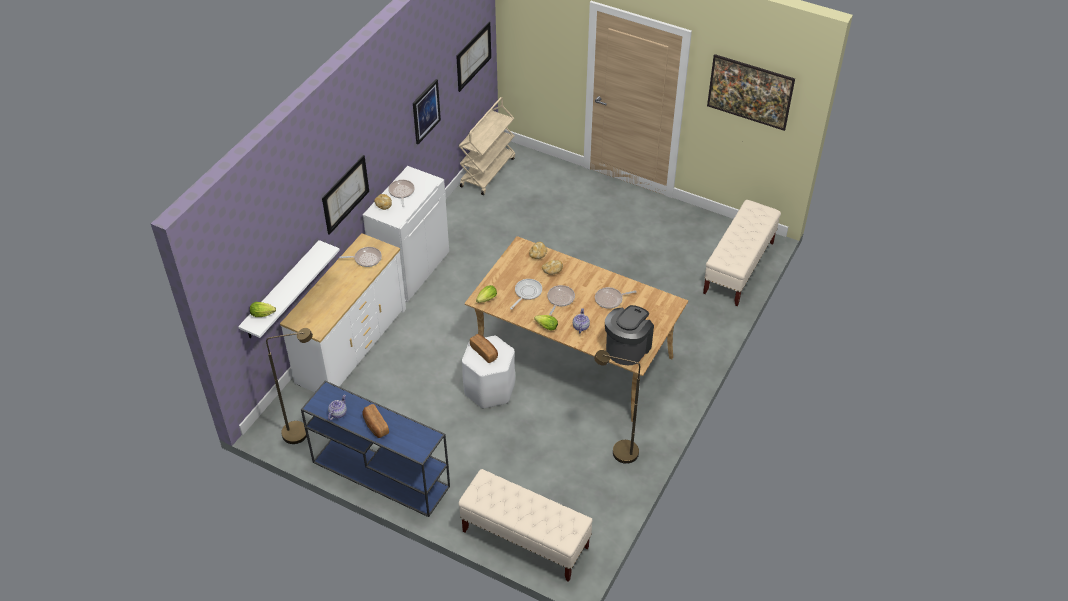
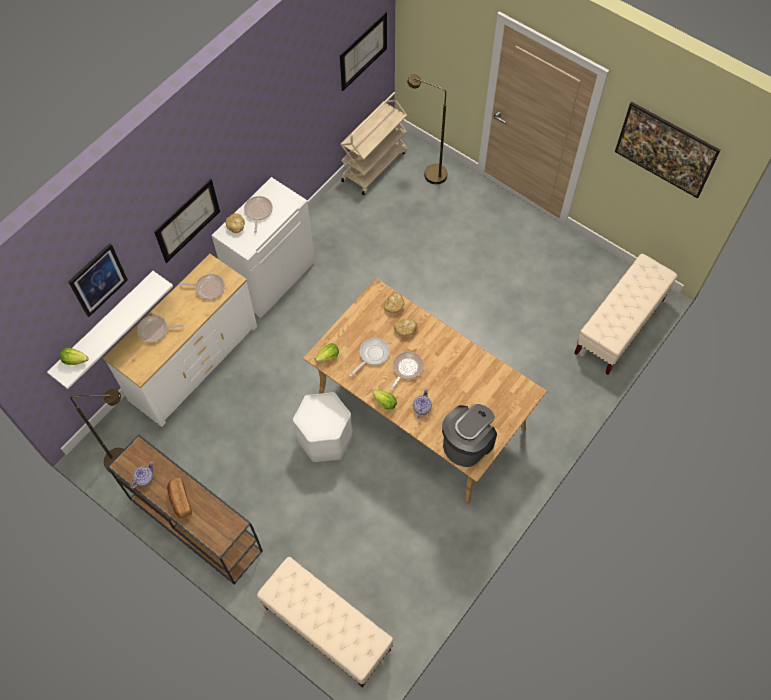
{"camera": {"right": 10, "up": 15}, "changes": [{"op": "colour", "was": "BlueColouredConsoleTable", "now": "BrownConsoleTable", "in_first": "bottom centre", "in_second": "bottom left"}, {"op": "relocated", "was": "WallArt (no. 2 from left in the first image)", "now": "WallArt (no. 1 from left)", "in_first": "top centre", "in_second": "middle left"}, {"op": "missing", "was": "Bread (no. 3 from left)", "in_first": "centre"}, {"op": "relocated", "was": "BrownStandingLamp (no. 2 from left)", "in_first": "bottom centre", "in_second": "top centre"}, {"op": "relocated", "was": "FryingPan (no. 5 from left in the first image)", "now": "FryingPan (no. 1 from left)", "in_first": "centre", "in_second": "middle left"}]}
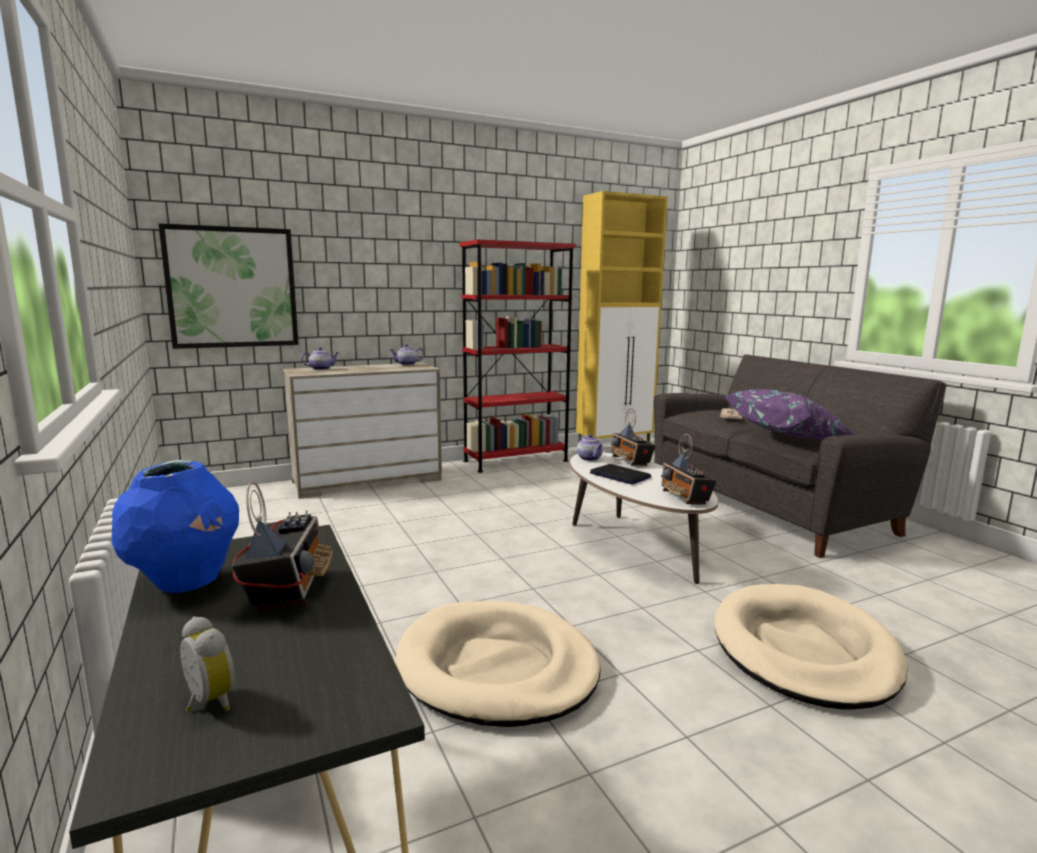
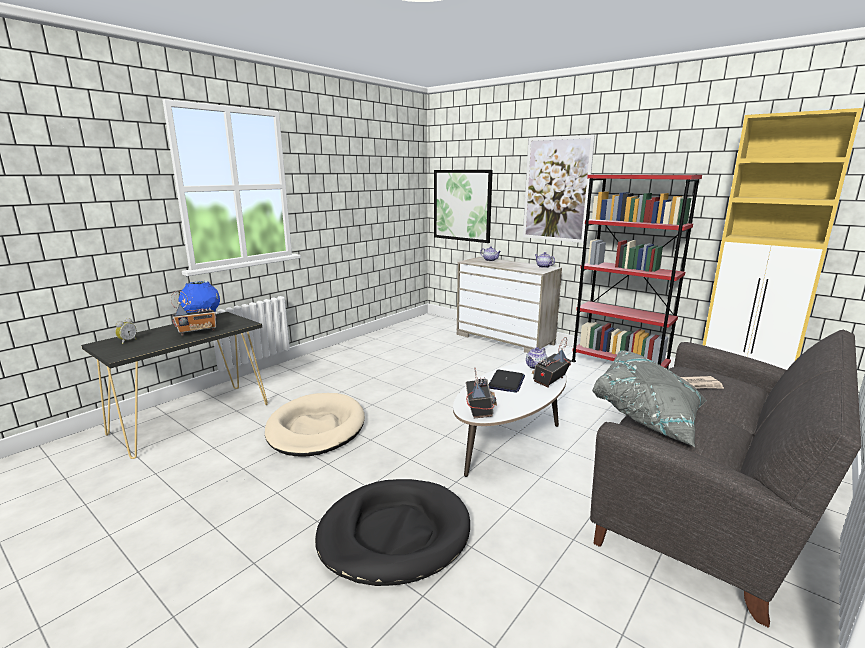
{"camera": {"right": 65, "up": 5}, "changes": [{"op": "spun", "was": "RadioReceiver (no. 3 from left in the first image)", "in_first": "centre", "in_second": "centre", "clockwise": 135}, {"op": "colour", "was": "SandColouredDogCushion (no. 2 from left)", "now": "BlackDogCushion", "in_first": "bottom right", "in_second": "bottom centre"}, {"op": "colour", "was": "PurpleCushion", "now": "GreyCushion", "in_first": "middle right", "in_second": "middle right"}, {"op": "appeared", "now": "WallArt (no. 2 from left)", "in_second": "top centre"}]}
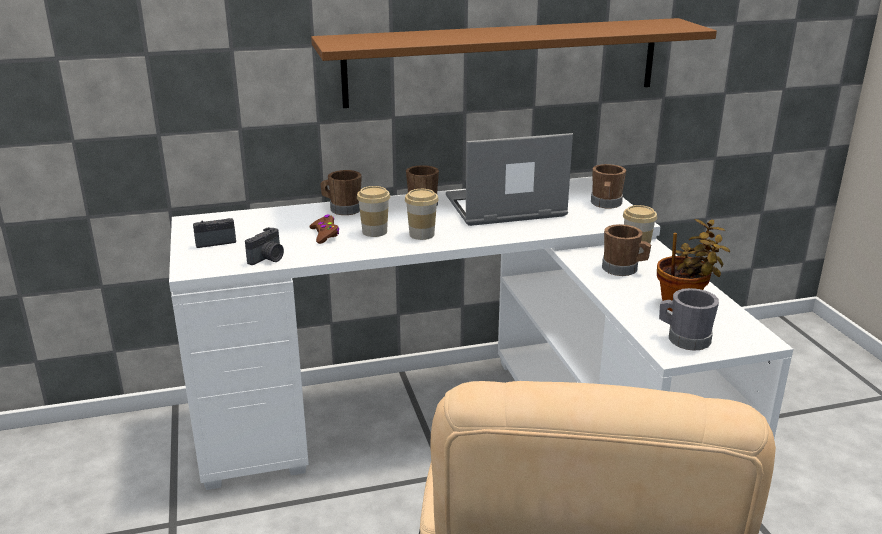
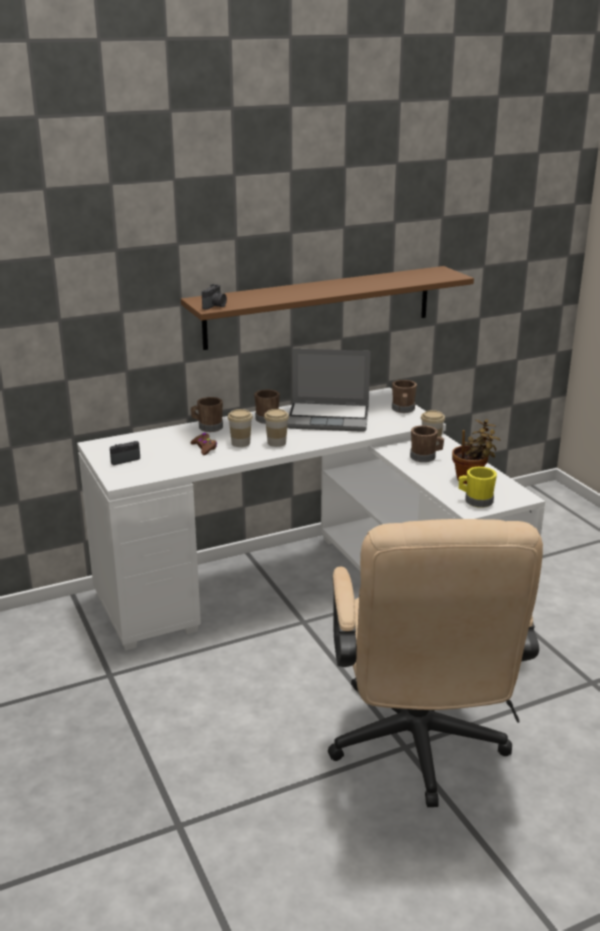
{"camera": {"right": -10, "up": 0}, "changes": [{"op": "relocated", "was": "PhotoCamera (no. 2 from left)", "in_first": "middle left", "in_second": "top centre"}, {"op": "spun", "was": "Laptop", "in_first": "centre", "in_second": "centre", "clockwise": -150}, {"op": "colour", "was": "GreyCoffeeMug", "now": "YellowCoffeeMug", "in_first": "middle right", "in_second": "middle right"}]}
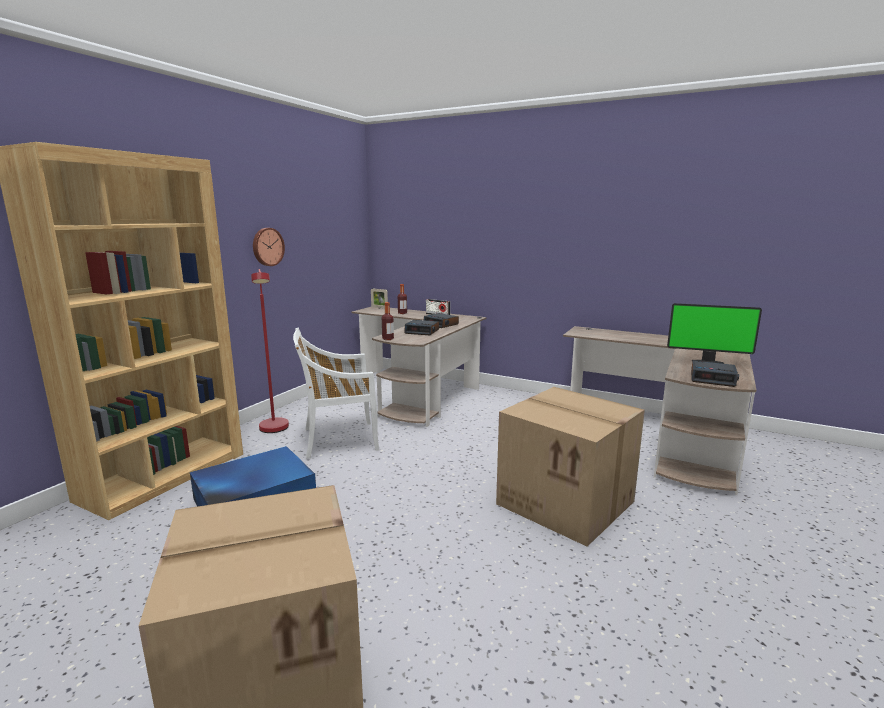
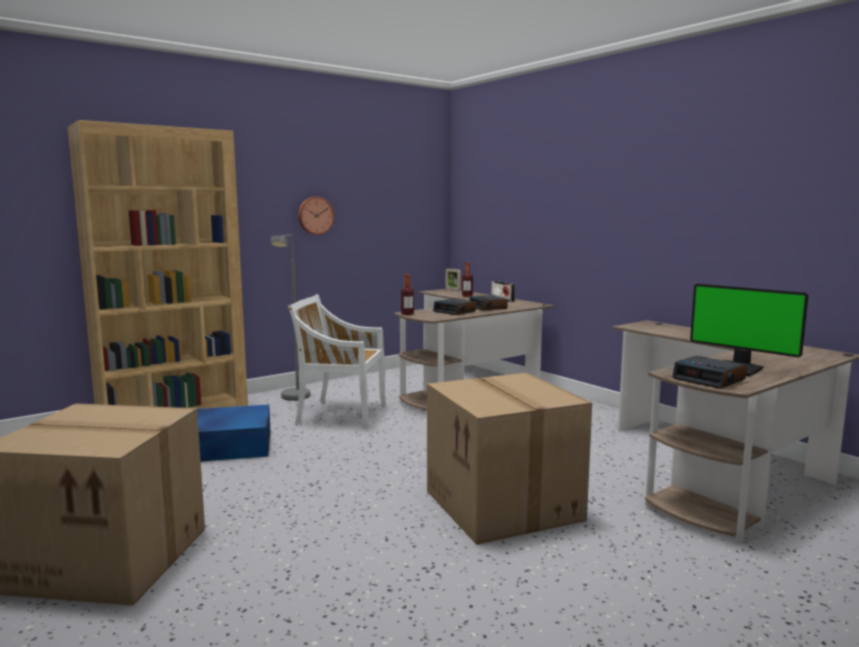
{"camera": {"right": 25, "up": -5}, "changes": [{"op": "colour", "was": "ReddishStandingLamp", "now": "GreyStandingLamp", "in_first": "middle left", "in_second": "centre"}]}
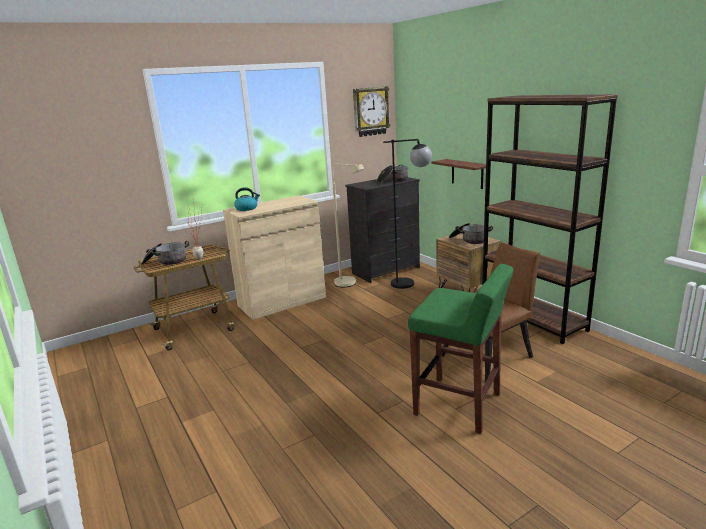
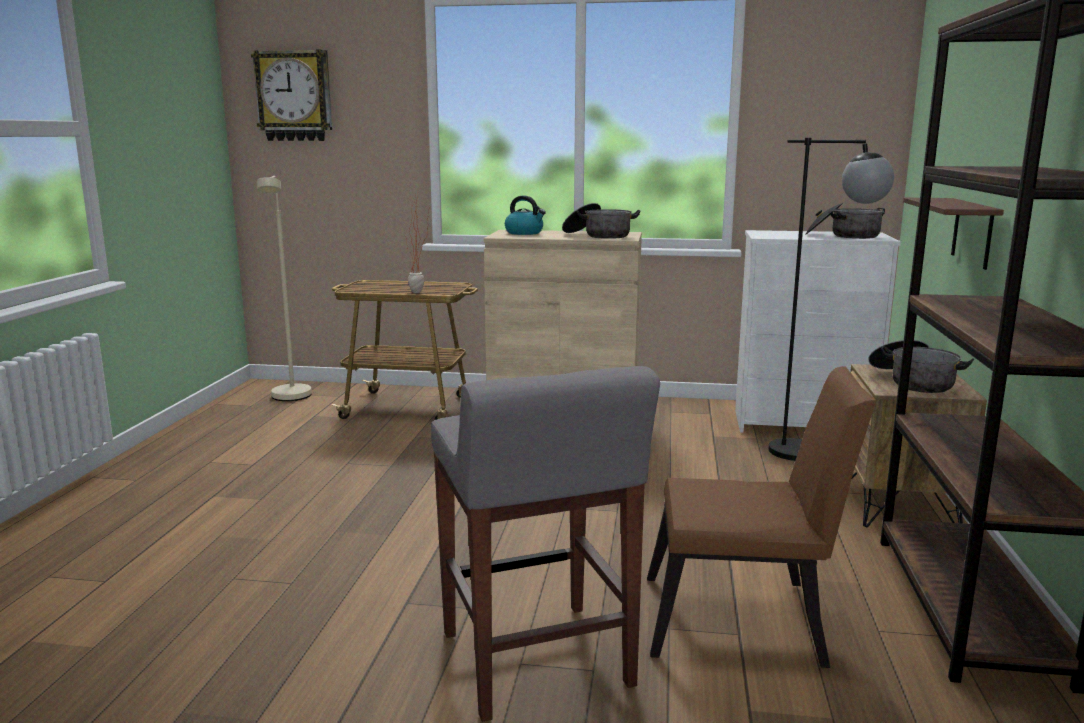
{"camera": {"right": 40, "up": -5}, "changes": [{"op": "relocated", "was": "Saucepot (no. 1 from left)", "in_first": "middle left", "in_second": "top centre"}, {"op": "relocated", "was": "SandColouredStandingLamp", "in_first": "centre", "in_second": "middle left"}, {"op": "colour", "was": "BlackDresser", "now": "WhiteColouredDresser", "in_first": "centre", "in_second": "middle right"}, {"op": "relocated", "was": "WallClock", "in_first": "top centre", "in_second": "top left"}, {"op": "colour", "was": "GreenColouredStoolSeat", "now": "GreyStoolSeat", "in_first": "centre", "in_second": "bottom centre"}]}
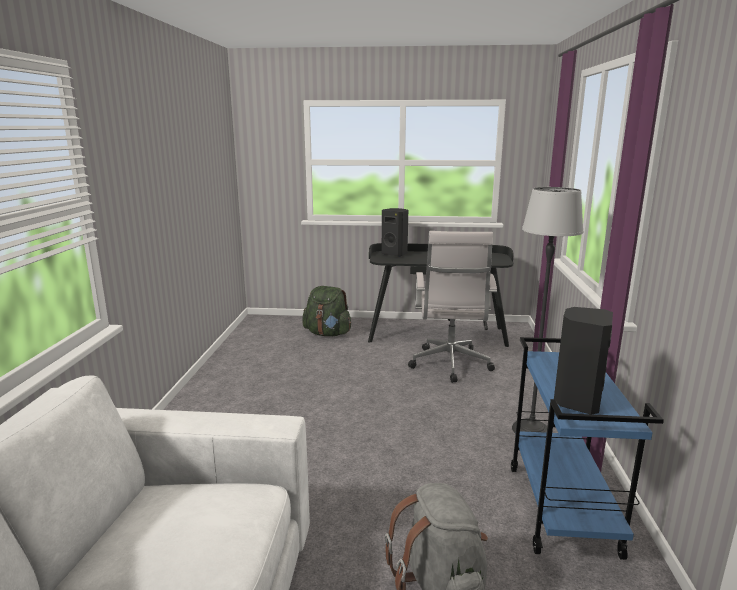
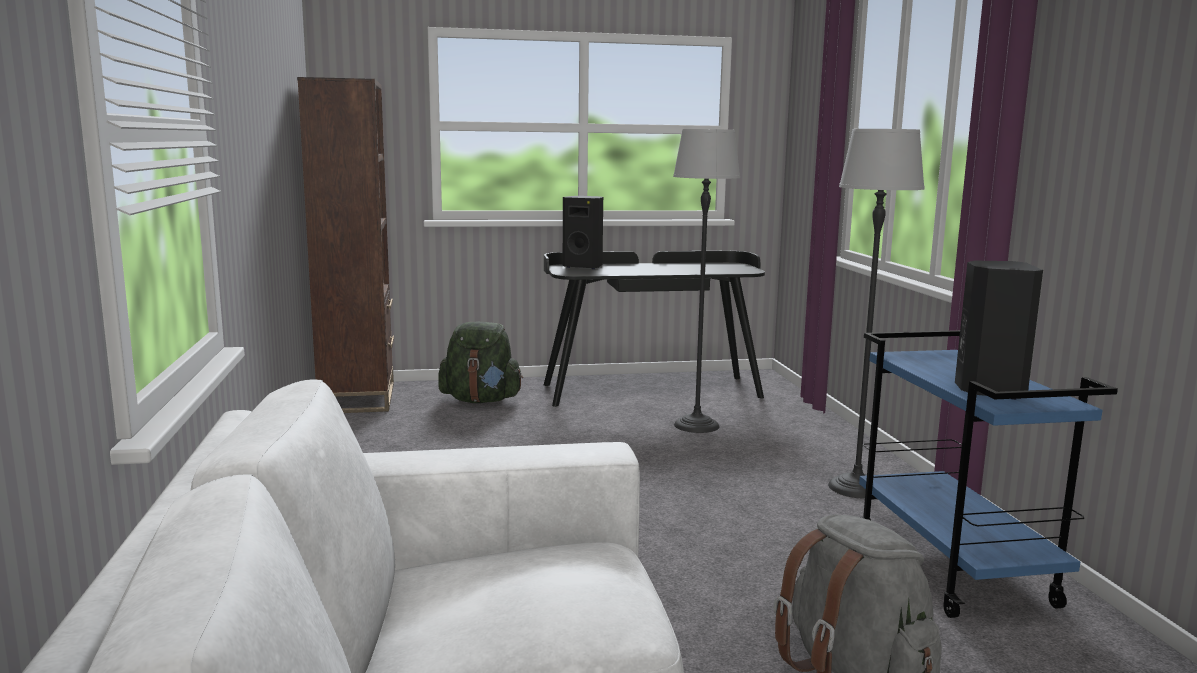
{"camera": {"right": -15, "up": -5}, "changes": [{"op": "exchanged", "was": "WhiteColouredDeskChair", "now": "StandingLamp (no. 1 from left)", "in_first": "centre", "in_second": "centre"}, {"op": "appeared", "now": "BrownShelvingUnit", "in_second": "middle left"}]}
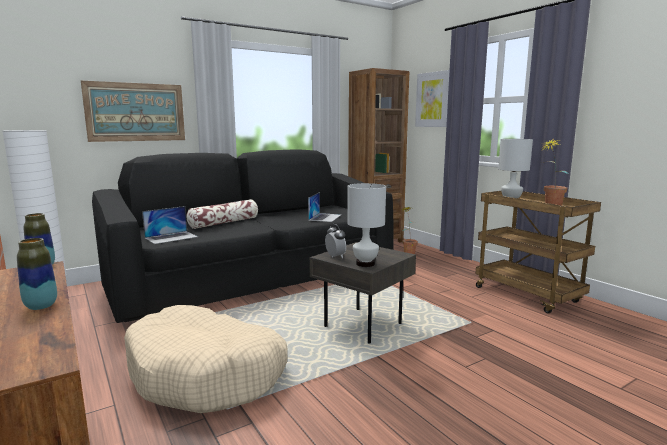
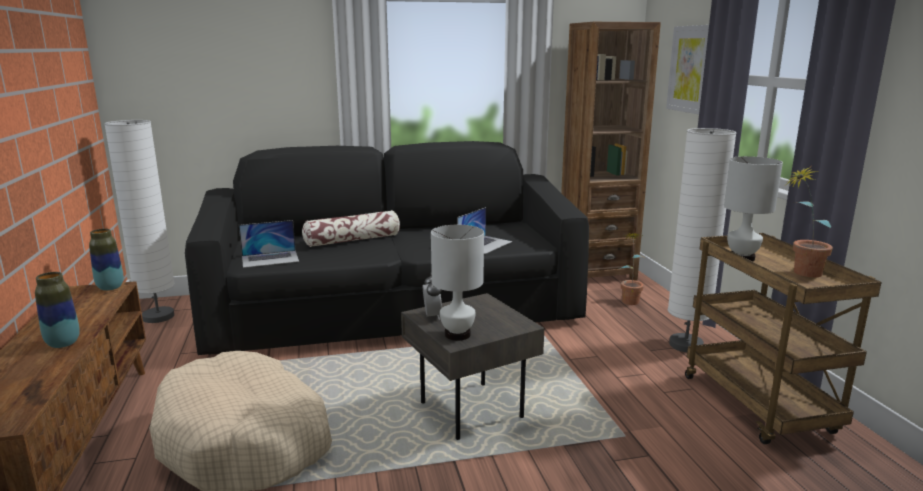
{"camera": {"right": 20, "up": 5}, "changes": [{"op": "missing", "was": "WallArt (no. 1 from left)", "in_first": "top left"}, {"op": "appeared", "now": "WhiteColouredStandingLamp (no. 2 from left)", "in_second": "middle right"}]}
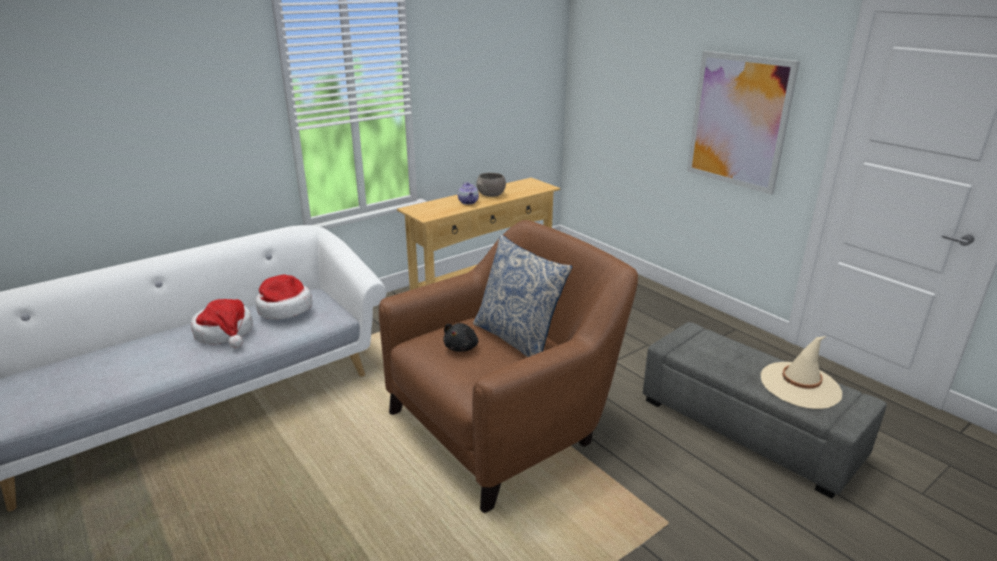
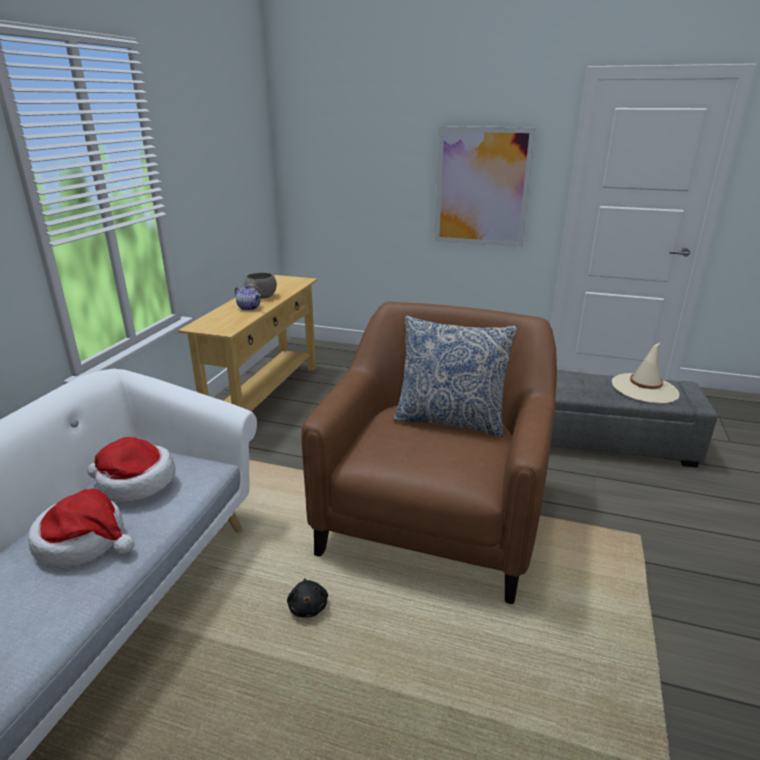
{"camera": {"right": -35, "up": 0}, "changes": [{"op": "relocated", "was": "BlackCuddlyToy", "in_first": "centre", "in_second": "bottom centre"}]}
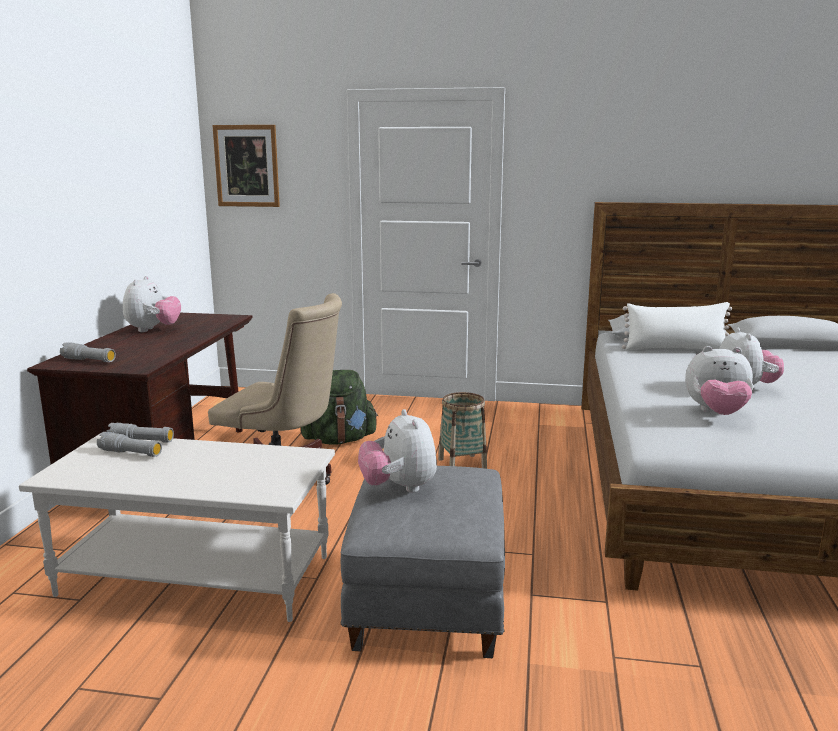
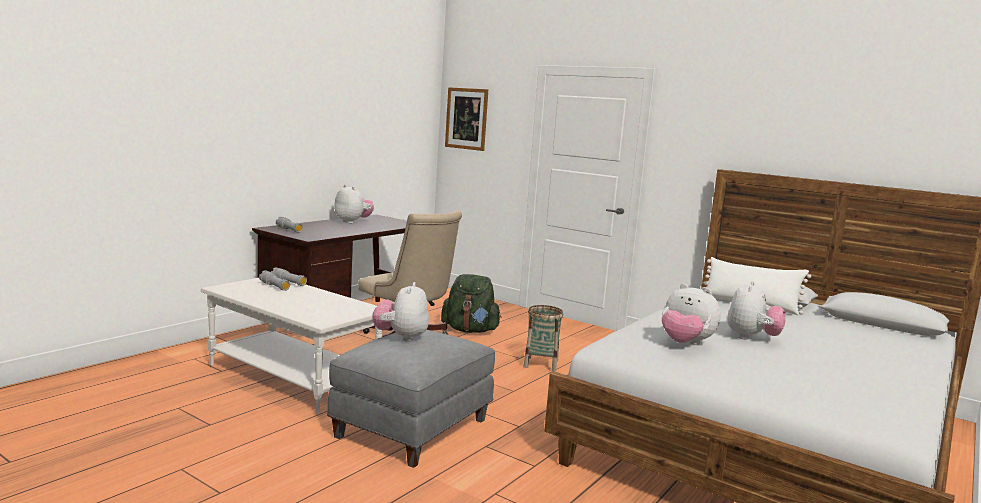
{"camera": {"right": 25, "up": -5}, "changes": [{"op": "spun", "was": "CuddlyToy (no. 1 from left)", "in_first": "middle left", "in_second": "centre", "clockwise": -75}]}
